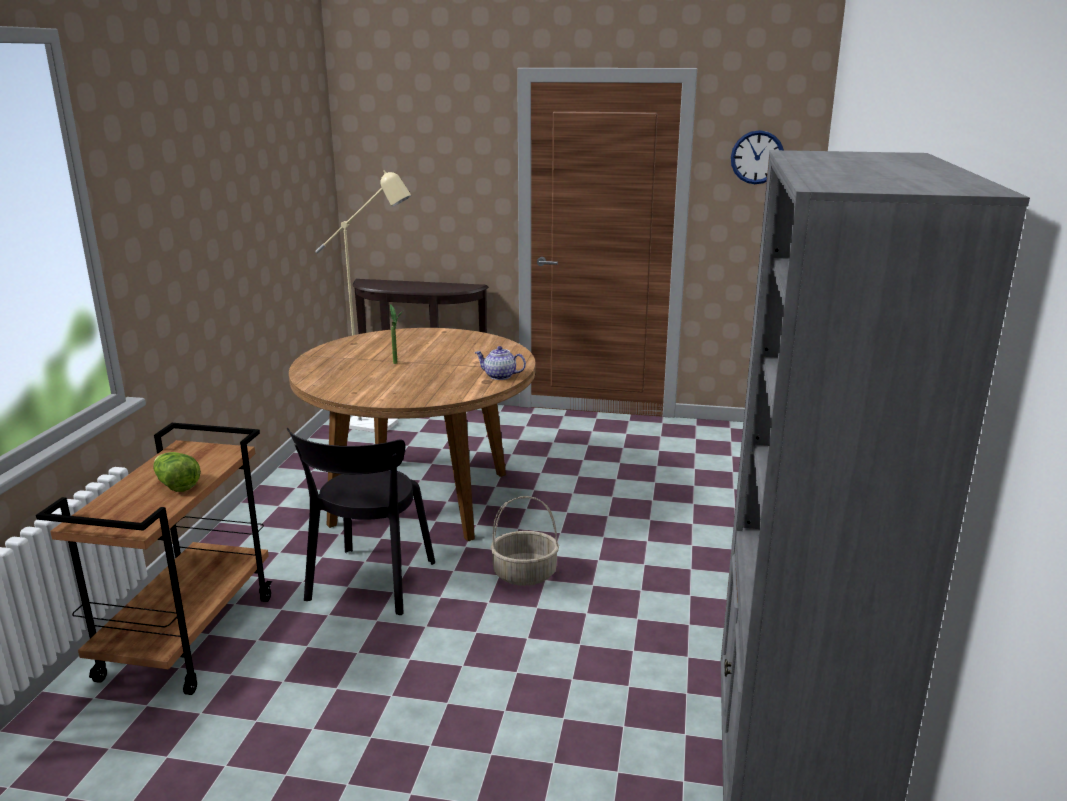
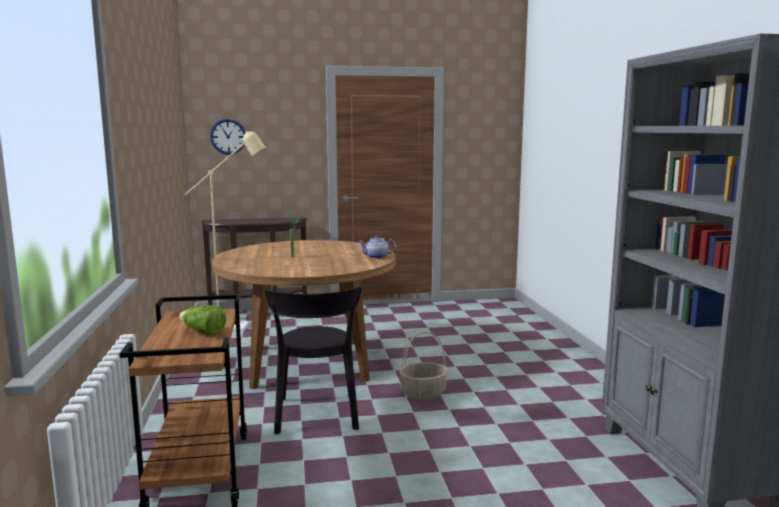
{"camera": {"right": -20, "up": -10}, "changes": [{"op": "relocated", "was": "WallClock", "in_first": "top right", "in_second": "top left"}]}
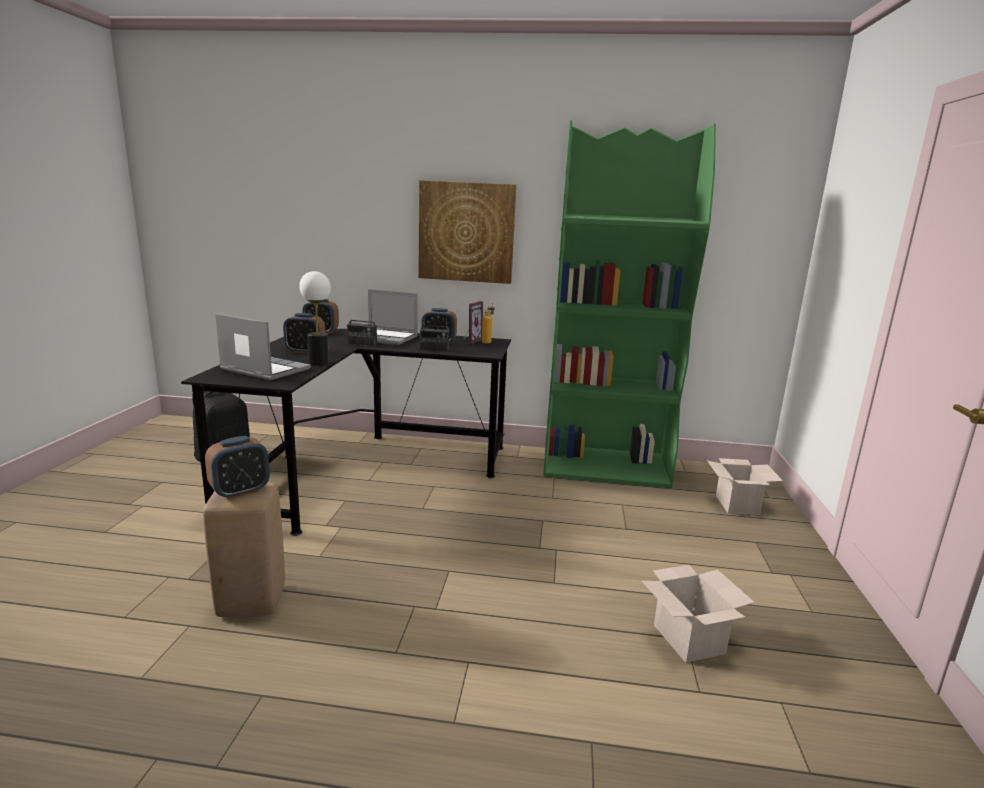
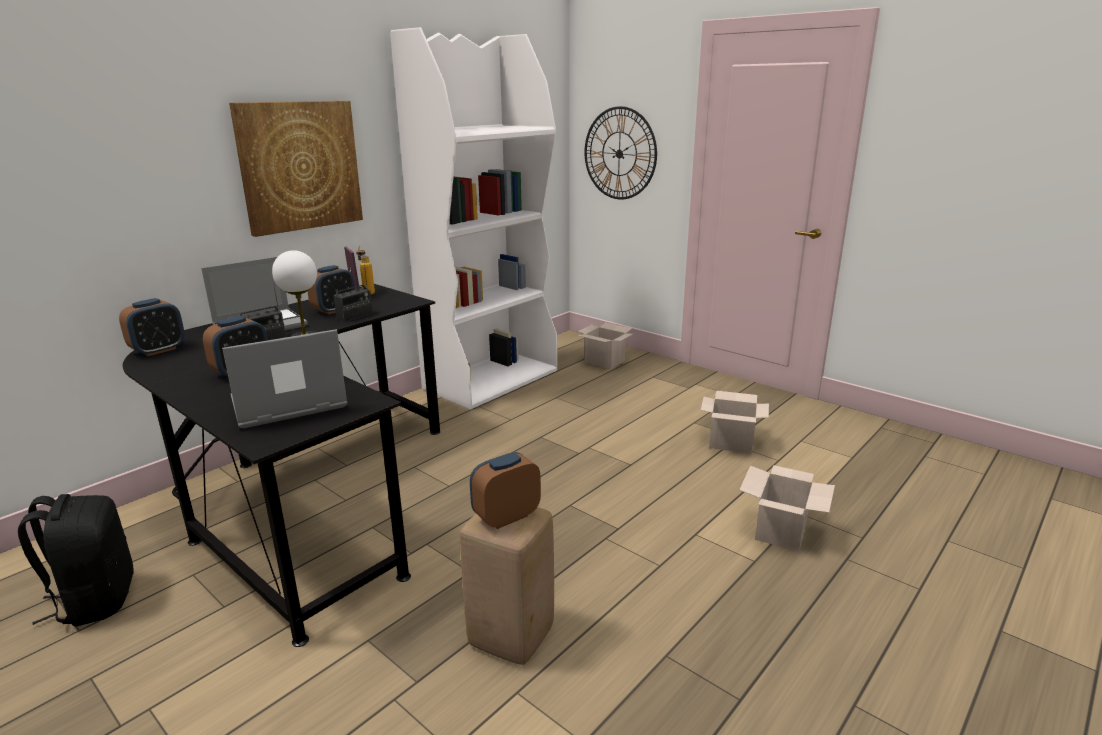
{"camera": {"right": -55, "up": 5}, "changes": [{"op": "spun", "was": "BedsideClock (no. 1 from left in the first image)", "in_first": "middle left", "in_second": "bottom centre", "clockwise": -120}, {"op": "colour", "was": "GreenColouredShelvingUnit", "now": "WhiteColouredShelvingUnit", "in_first": "centre", "in_second": "top centre"}, {"op": "appeared", "now": "WallClock", "in_second": "top centre"}, {"op": "appeared", "now": "CardboardBox (no. 3 from left)", "in_second": "bottom right"}]}
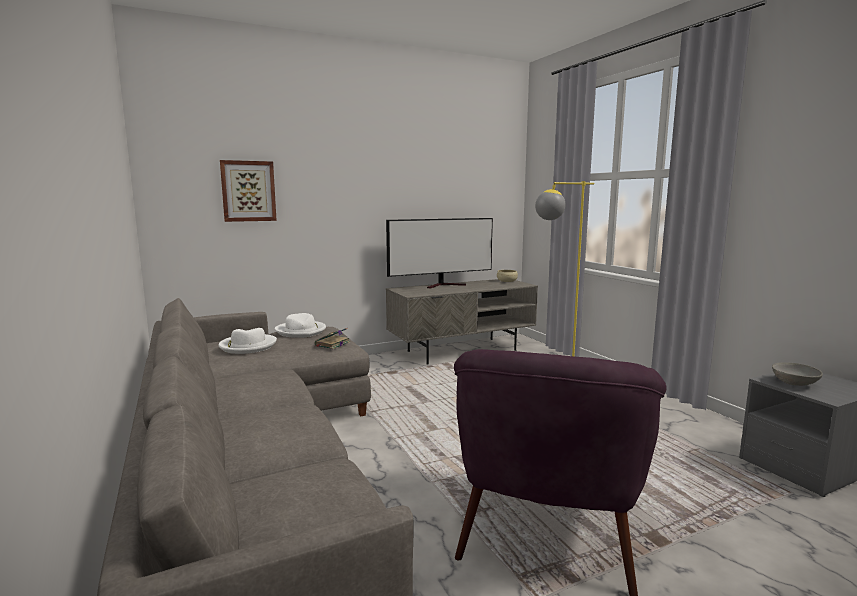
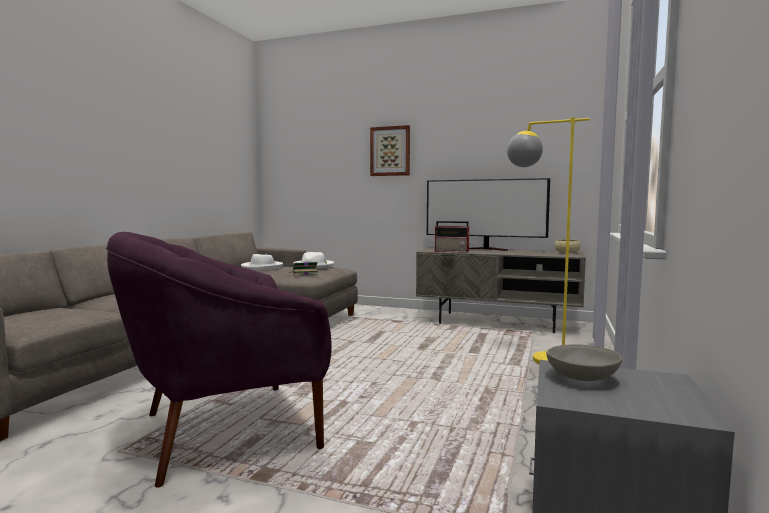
{"camera": {"right": 45, "up": -5}, "changes": [{"op": "relocated", "was": "WallArt", "in_first": "top left", "in_second": "top centre"}, {"op": "appeared", "now": "RadioReceiver", "in_second": "centre"}]}
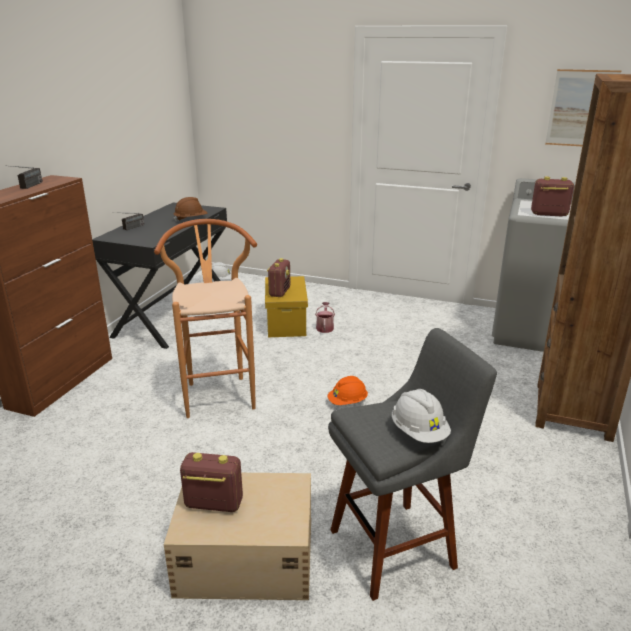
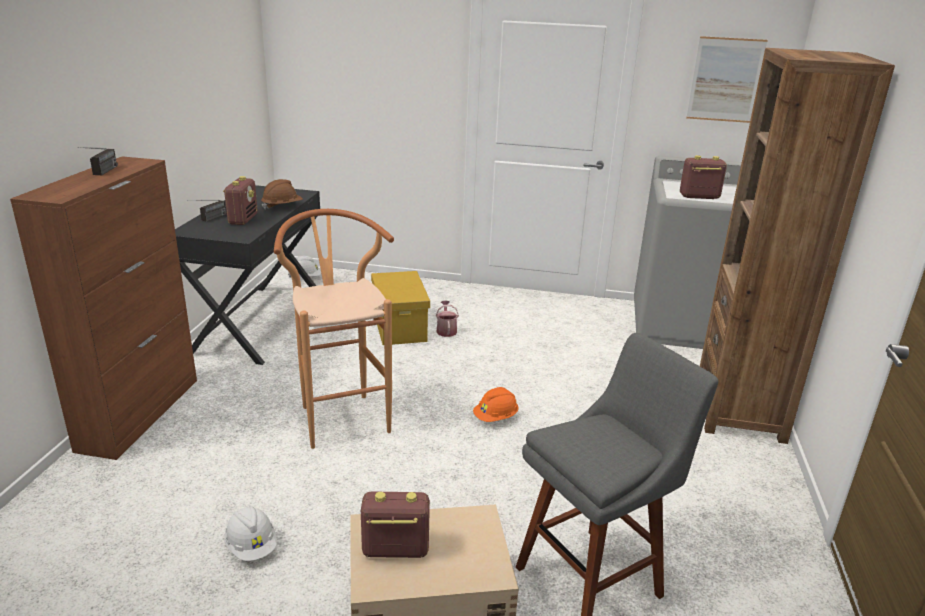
{"camera": {"right": -10, "up": 0}, "changes": [{"op": "relocated", "was": "RadioReceiver (no. 4 from left in the first image)", "now": "RadioReceiver (no. 3 from left)", "in_first": "centre", "in_second": "top left"}, {"op": "relocated", "was": "WhiteColouredSafetyHelmet (no. 2 from left in the first image)", "now": "WhiteColouredSafetyHelmet (no. 1 from left)", "in_first": "middle right", "in_second": "bottom left"}]}
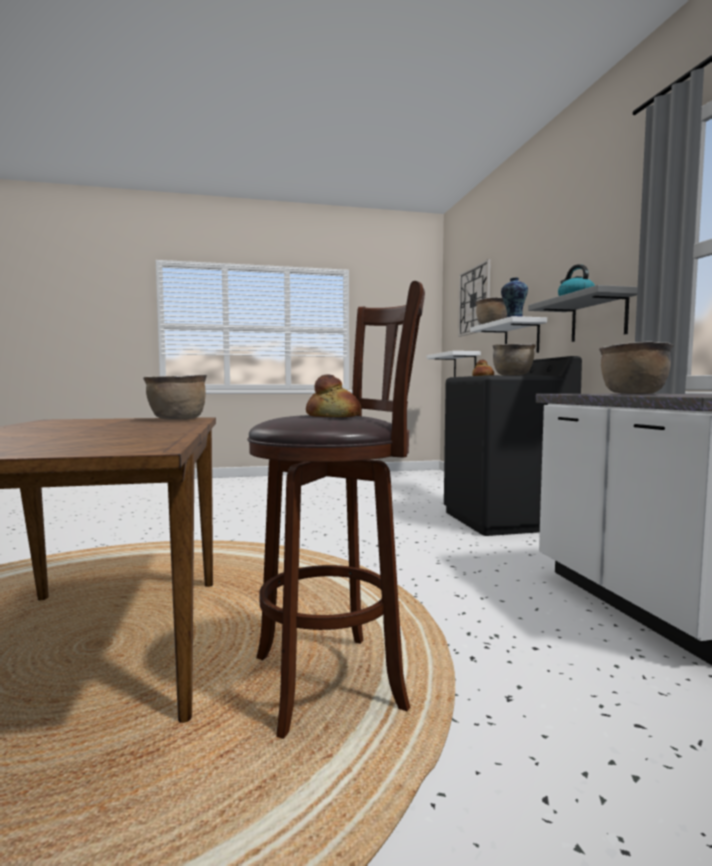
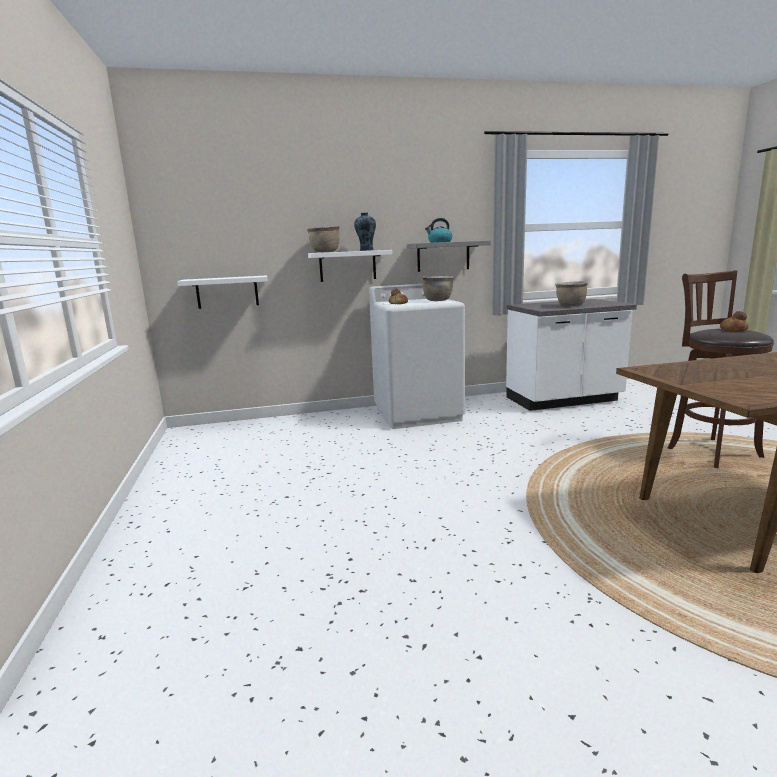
{"camera": {"right": -90, "up": 10}, "changes": [{"op": "missing", "was": "BrownSaucepot (no. 1 from left)", "in_first": "middle left"}, {"op": "colour", "was": "BlackWashingMachine", "now": "WhiteColouredWashingMachine", "in_first": "middle right", "in_second": "centre"}, {"op": "missing", "was": "WallClock", "in_first": "centre"}]}
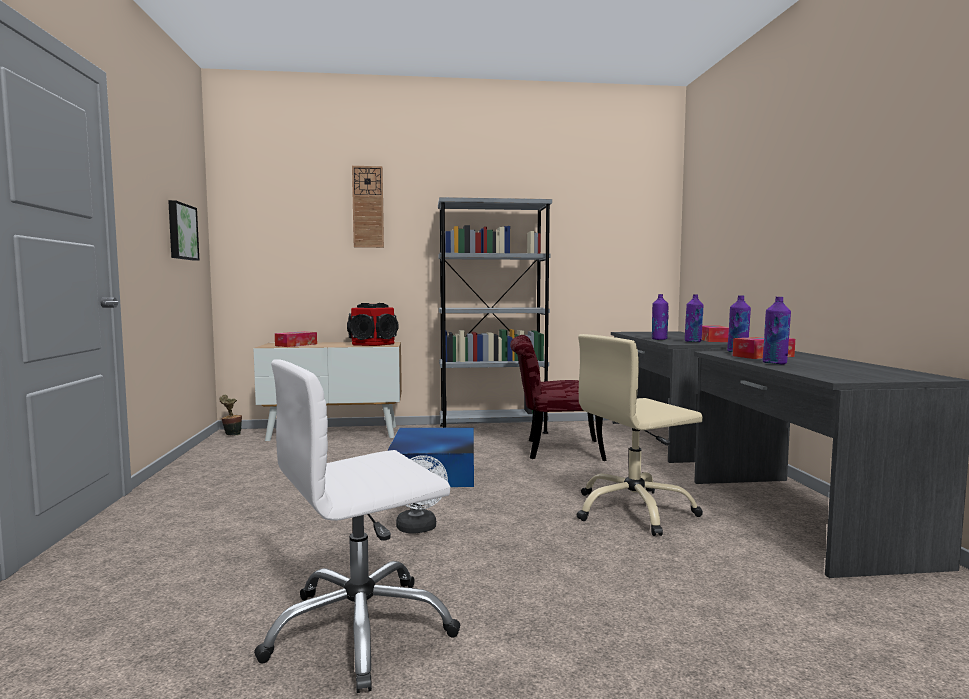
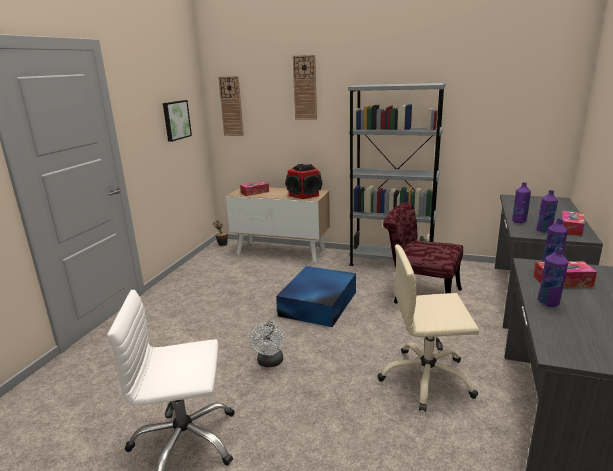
{"camera": {"right": 25, "up": 15}, "changes": [{"op": "appeared", "now": "WallClock (no. 1 from left)", "in_second": "top centre"}]}
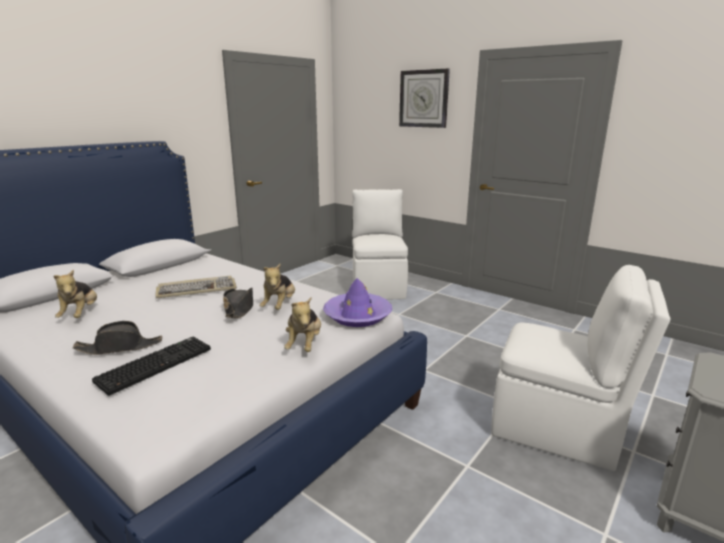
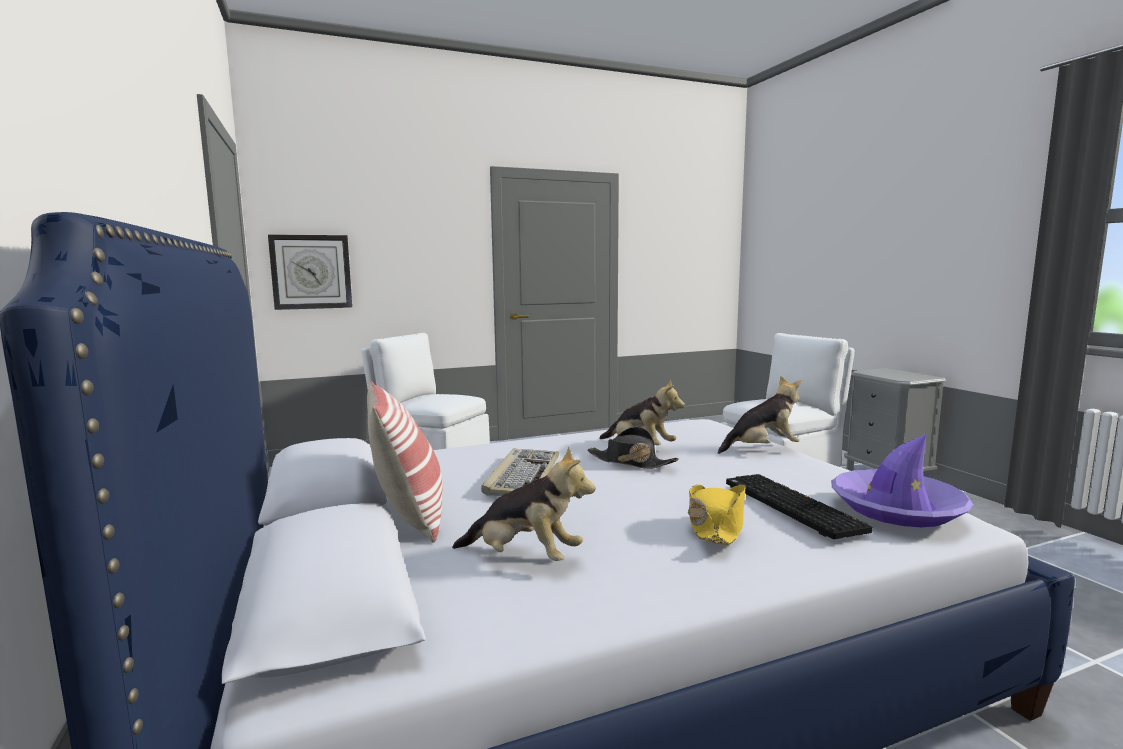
{"camera": {"right": -60, "up": -10}, "changes": [{"op": "colour", "was": "BlackClothingHat (no. 1 from left)", "now": "YellowClothingHat", "in_first": "middle left", "in_second": "bottom centre"}, {"op": "spun", "was": "CuddlyToy (no. 3 from left)", "in_first": "centre", "in_second": "middle right", "clockwise": -45}, {"op": "relocated", "was": "PurpleClothingHat", "in_first": "centre", "in_second": "middle right"}, {"op": "relocated", "was": "WallClock", "in_first": "top centre", "in_second": "middle left"}, {"op": "appeared", "now": "Cushion", "in_second": "centre"}]}
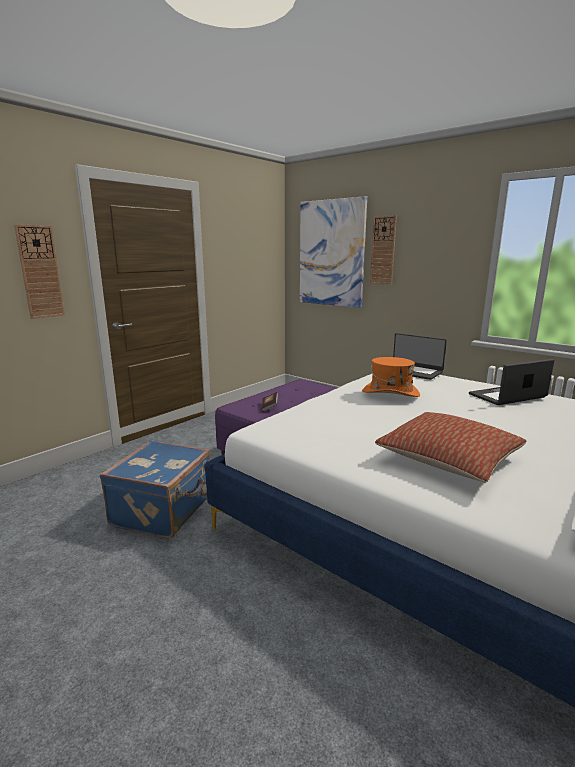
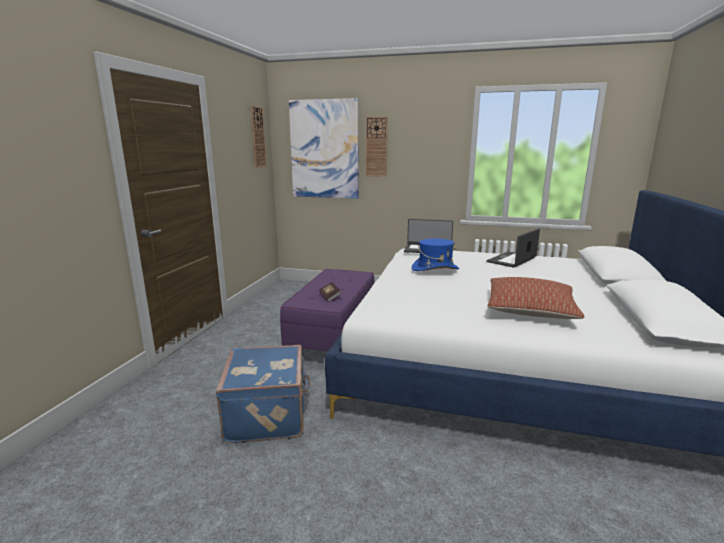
{"camera": {"right": -25, "up": 0}, "changes": [{"op": "relocated", "was": "WallClock (no. 1 from left)", "in_first": "middle left", "in_second": "top centre"}, {"op": "colour", "was": "OrangeColouredClothingHat", "now": "BlueColouredClothingHat", "in_first": "middle right", "in_second": "centre"}]}
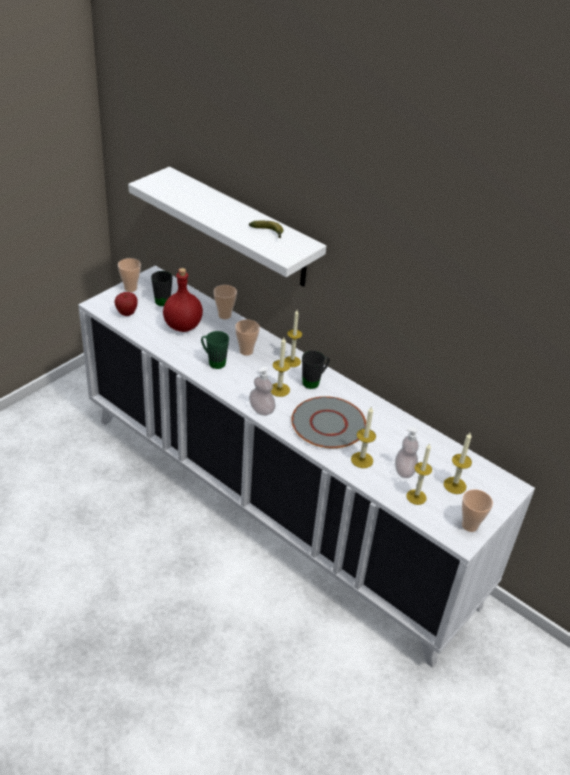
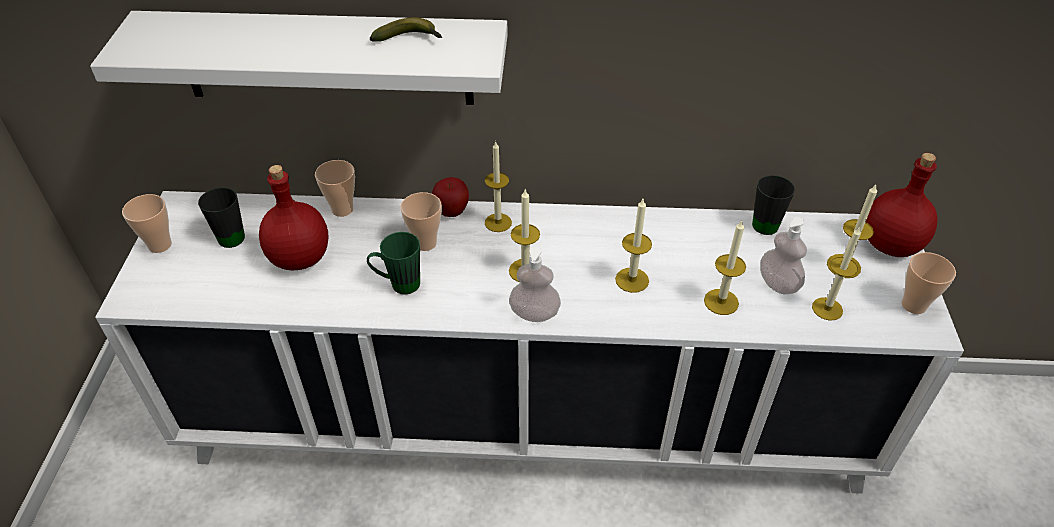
{"camera": {"right": -35, "up": 5}, "changes": [{"op": "relocated", "was": "AppleFruit", "in_first": "middle left", "in_second": "centre"}, {"op": "exchanged", "was": "GreyDinnerPlate", "now": "WaxLight (no. 3 from left)", "in_first": "centre", "in_second": "centre"}, {"op": "relocated", "was": "BlackCoffeeMug (no. 2 from left)", "in_first": "centre", "in_second": "middle right"}, {"op": "appeared", "now": "ReddishBottle (no. 2 from left)", "in_second": "middle right"}]}
